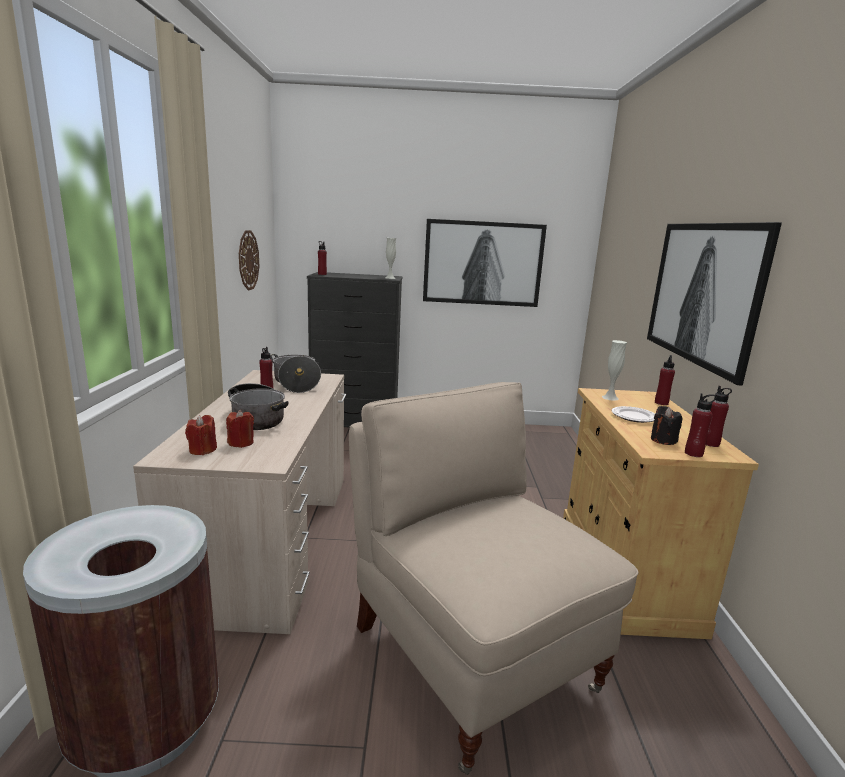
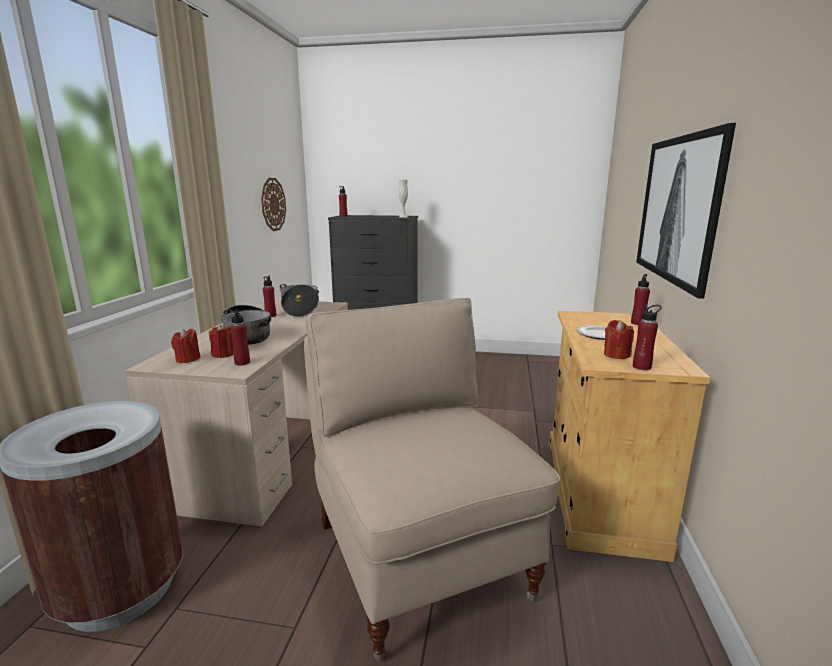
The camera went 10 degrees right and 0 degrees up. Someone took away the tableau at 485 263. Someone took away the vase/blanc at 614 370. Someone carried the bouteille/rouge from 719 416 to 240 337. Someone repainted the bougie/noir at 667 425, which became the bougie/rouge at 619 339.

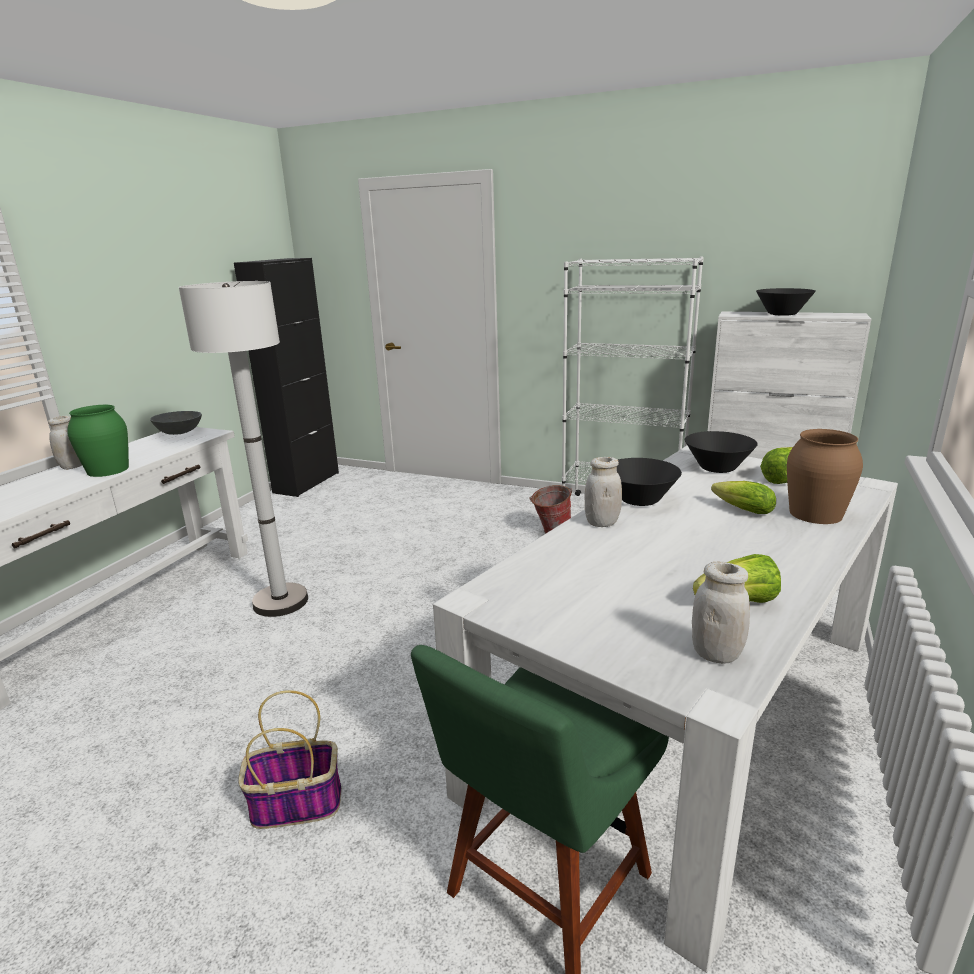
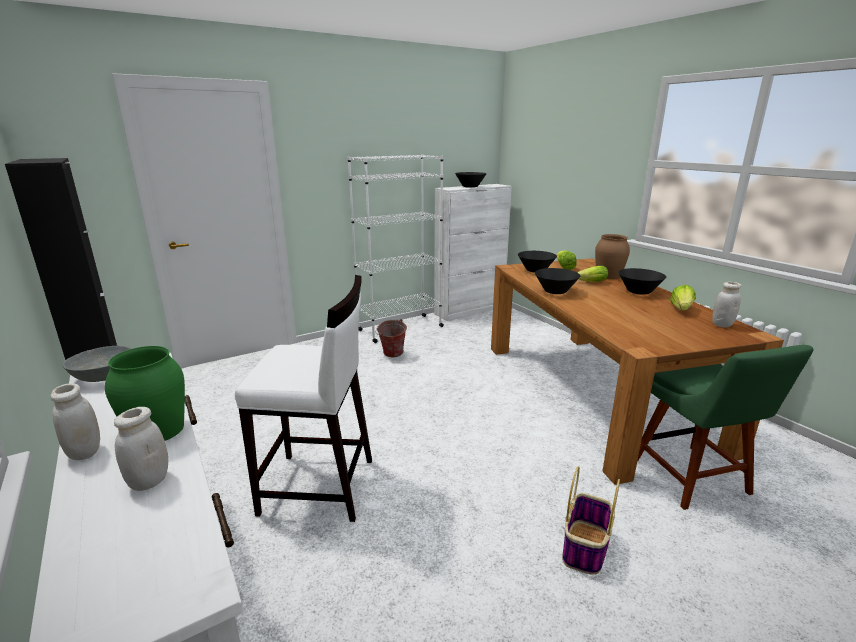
The camera went 55 degrees left and 0 degrees up. Someone put down the bol/noir at 642 281. Someone carried the bocal/blanc from 603 492 to 141 449. Someone swapped the lampadaire/blanc at 243 449 for the tabouret/blanc at 303 398. Someone repainted the table à manger/blanc at 665 709, which became the table à manger/marron at 637 371.

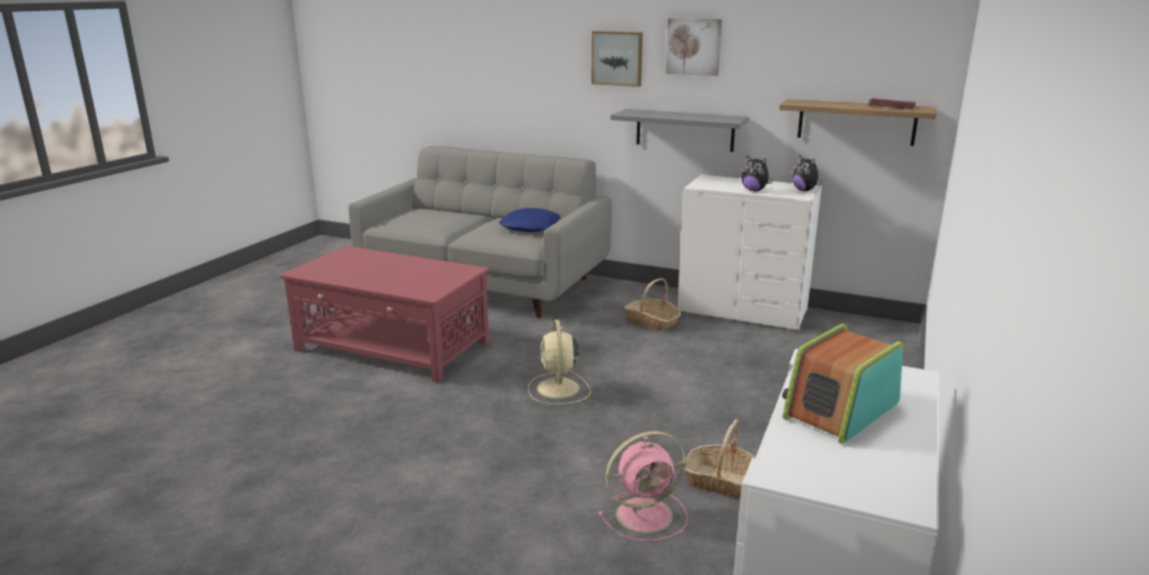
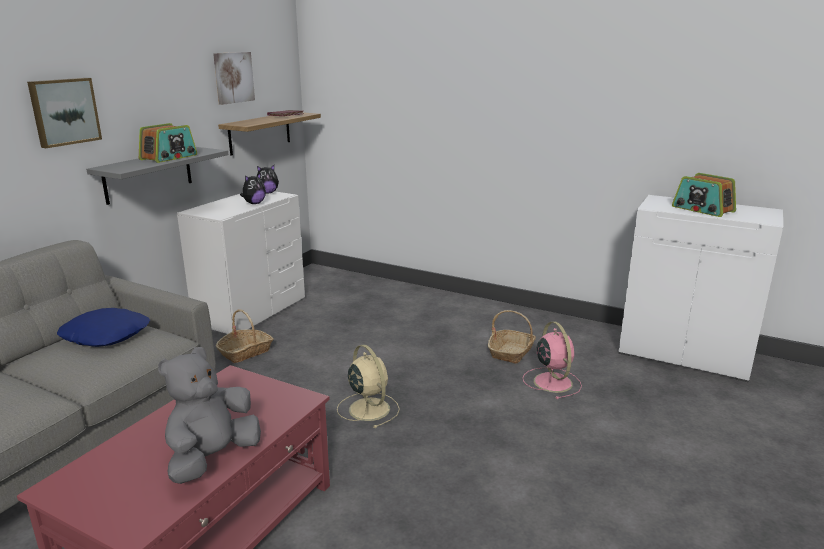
The camera went 85 degrees left and 0 degrees up. Someone put down the radio at 168 143. Someone put down the peluche/gris at 209 415. Someone carried the tableau from 694 47 to 234 78. Someone rotated the ventilateur/beige at 559 362 by 120 degrees counterclockwise.

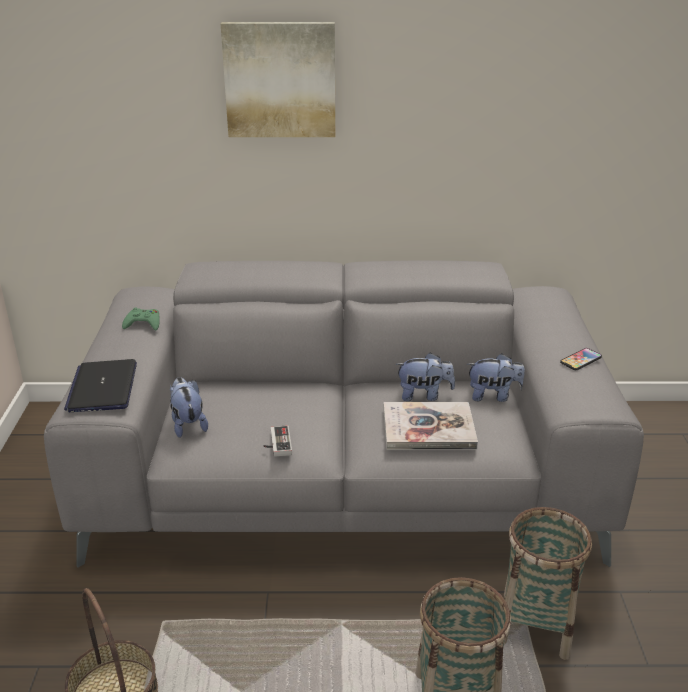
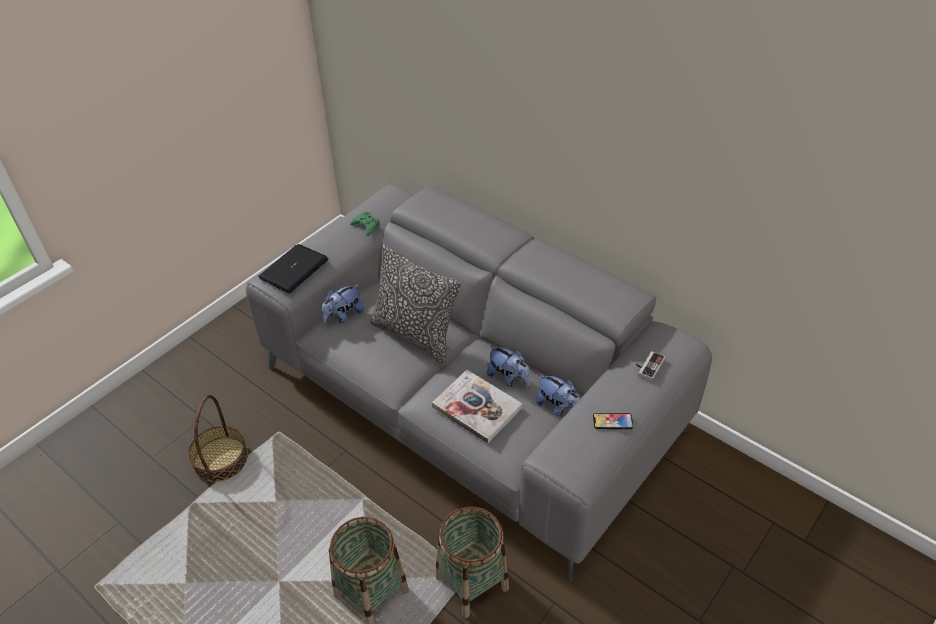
The camera went 40 degrees right and 15 degrees up. Someone took away the tableau at 278 79. Someone put down the coussin at 415 304. Someone carried the manette from 278 441 to 650 366. Someone rotated the peluche at 189 407 by 150 degrees counterclockwise.

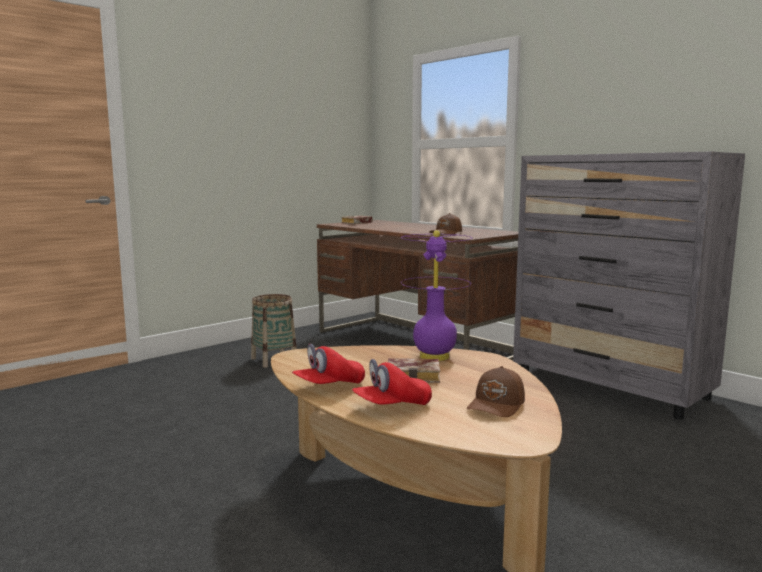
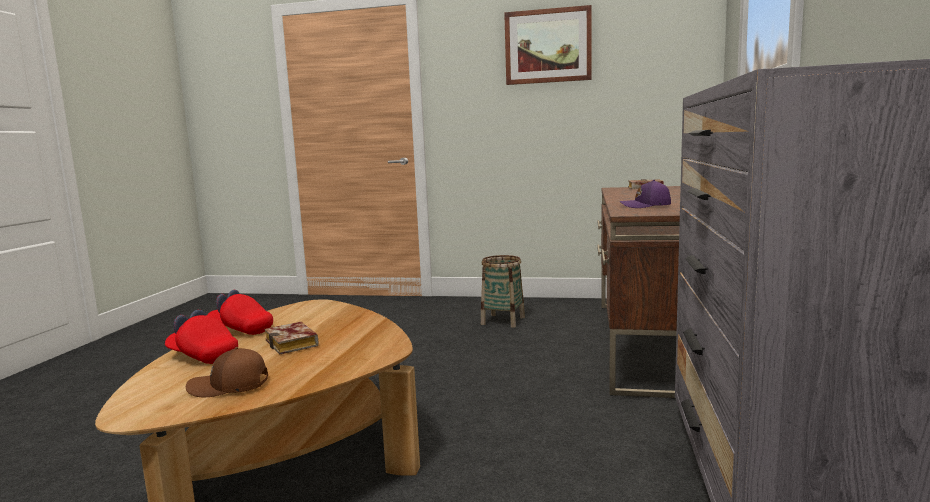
The camera went 55 degrees right and 0 degrees up. Someone took away the lampe de table/violet at 436 295. Someone put up the tableau at 548 45. Someone repainted the casquette/marron at 445 223, which became the casquette/violet at 645 194.

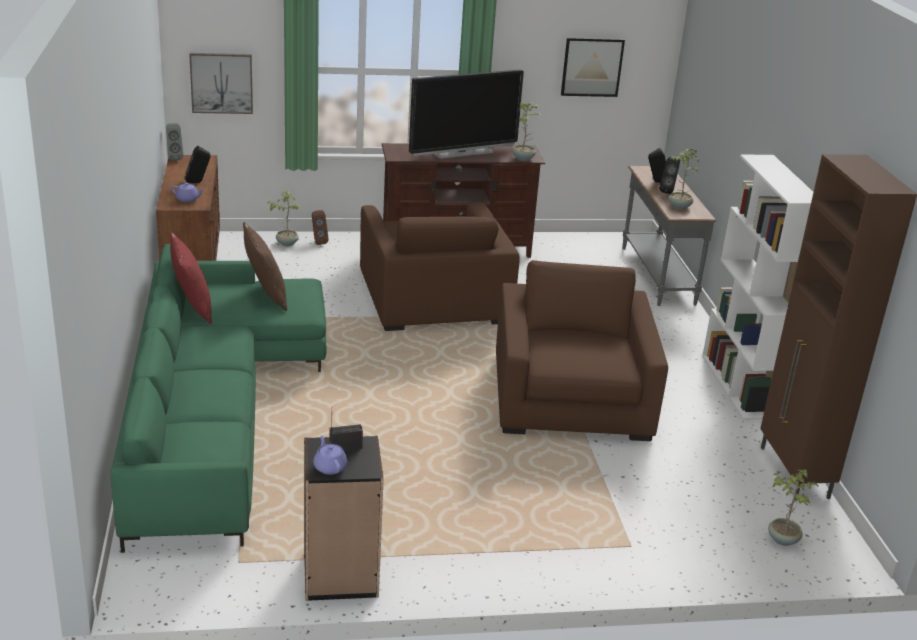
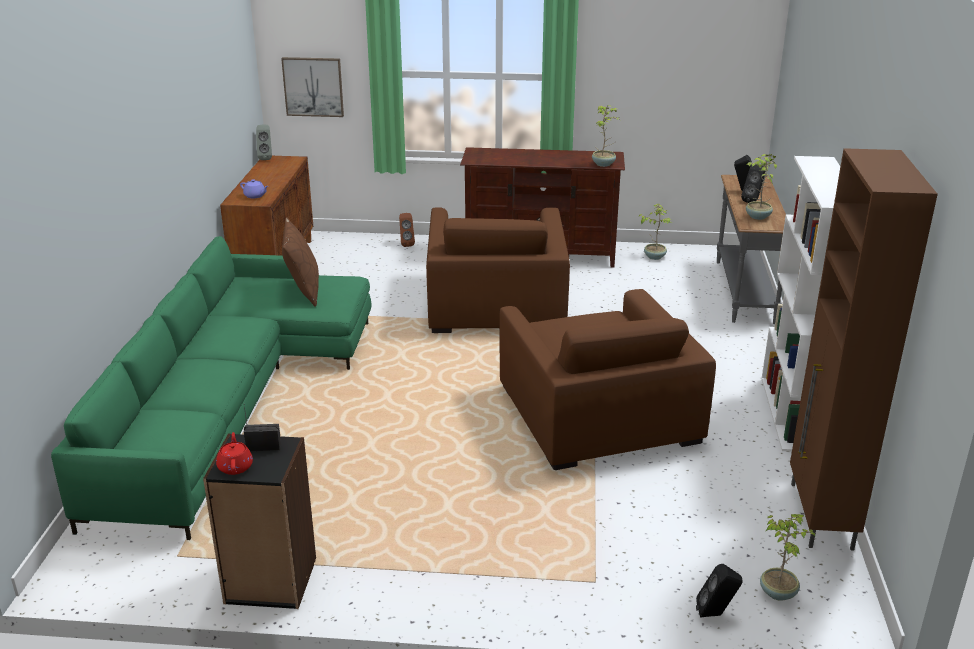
The camera went 15 degrees right and 0 degrees up. Someone took away the coussin/rouge at 191 278. Someone took away the téléviseur at 466 114. Someone took away the tableau at 593 67. Someone carried the enceinte/noir from 197 164 to 719 591. Someone carried the plante en pot from 283 218 to 655 232. Someone repainted the théière/violet at 330 455, which became the théière/rouge at 234 453. Someone rotated the fauteuil/marron at 582 350 by 150 degrees clockwise.

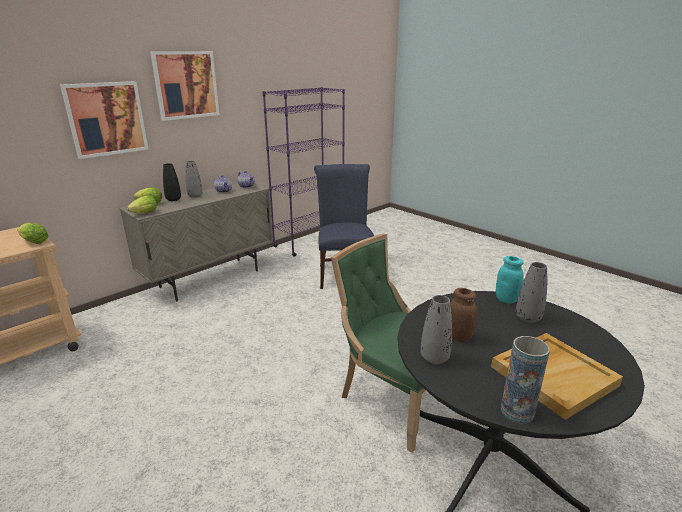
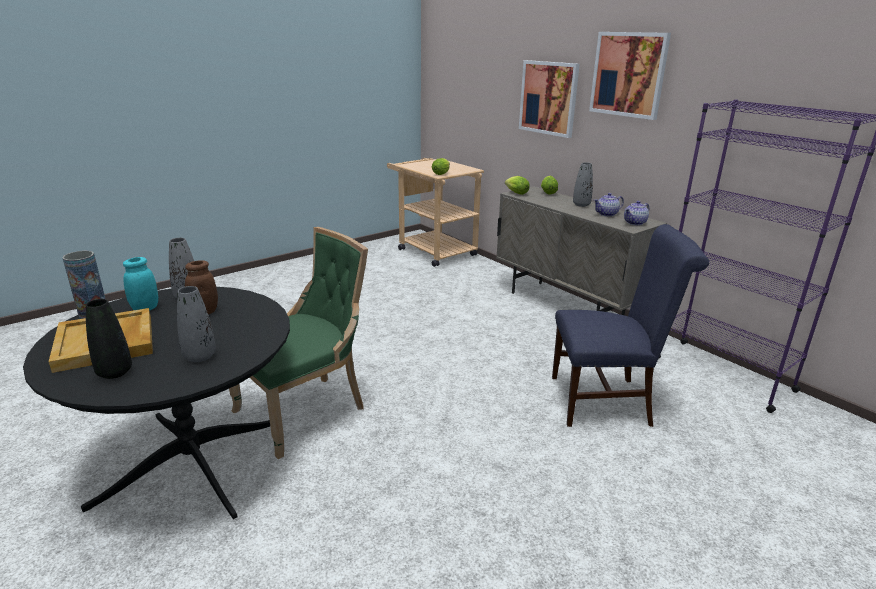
The camera went 95 degrees right and 0 degrees up. Someone carried the vase/noir from 172 182 to 109 339. Someone carried the bocal/turquoise from 510 279 to 140 283.

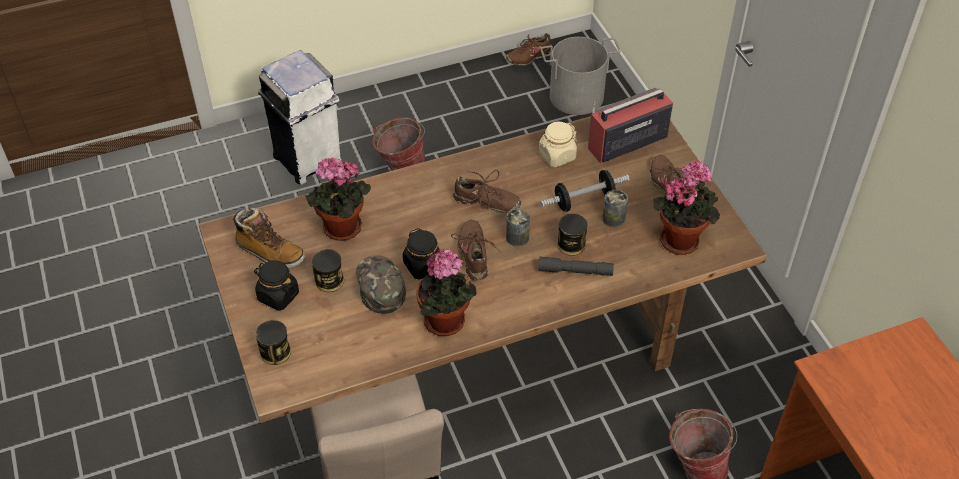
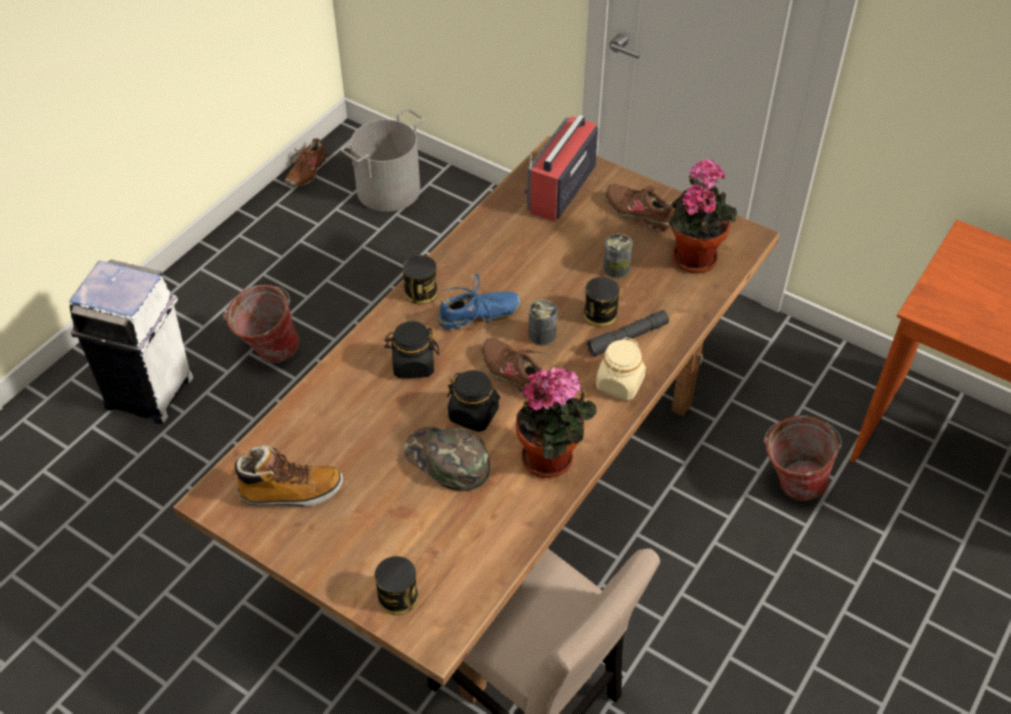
The camera went 35 degrees left and 0 degrees up. Someone took away the plante en pot at 338 199. Someone took away the haltère at 585 191. Someone carried the bocal/noir from 276 285 to 411 349. Someone carried the boîte métallique from 328 270 to 420 280. Someone carried the bocal/beige from 558 144 to 621 368. Someone repainted the chaussure/marron at 487 191, which became the chaussure/bleu at 479 302.

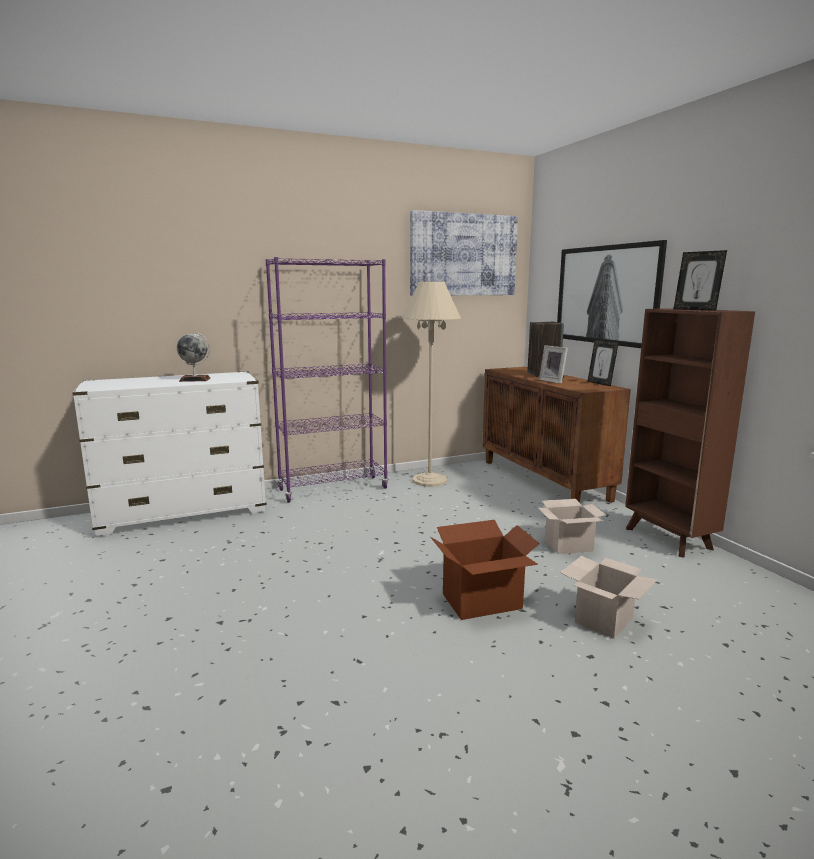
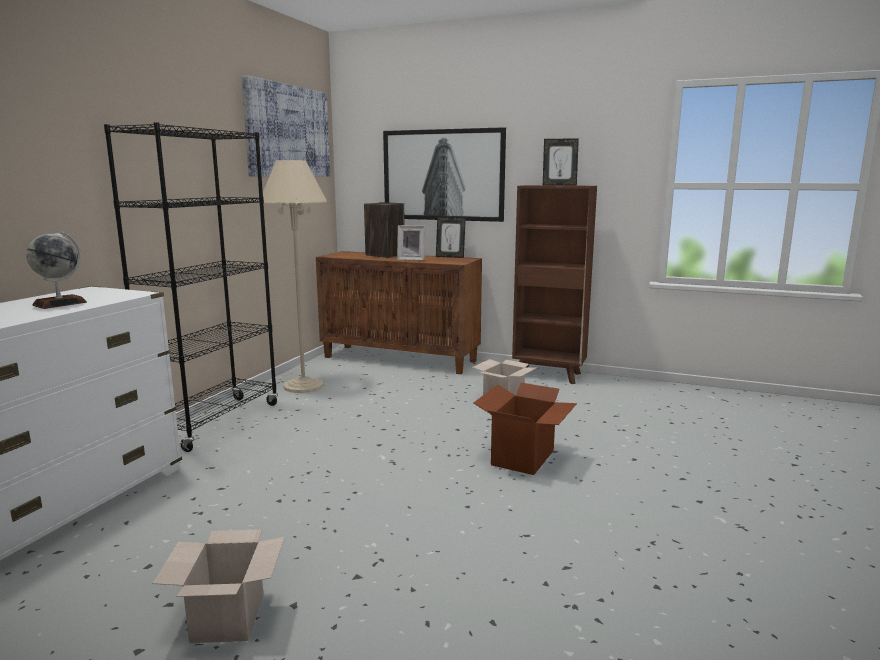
The camera went 45 degrees left and 0 degrees up. Someone carried the carton from 609 597 to 219 586. Someone repainted the bibliothèque/violet at 327 380, which became the bibliothèque/noir at 191 287.

